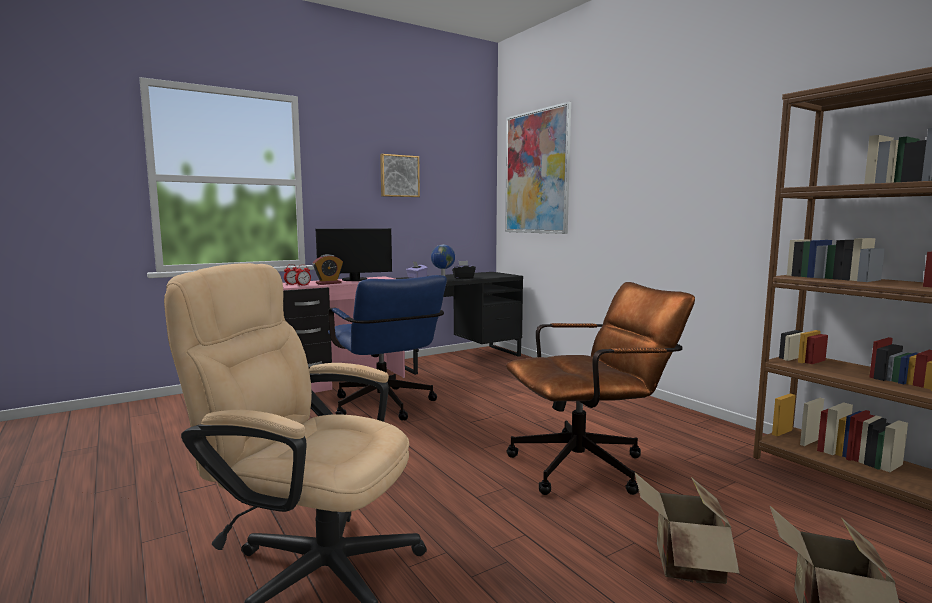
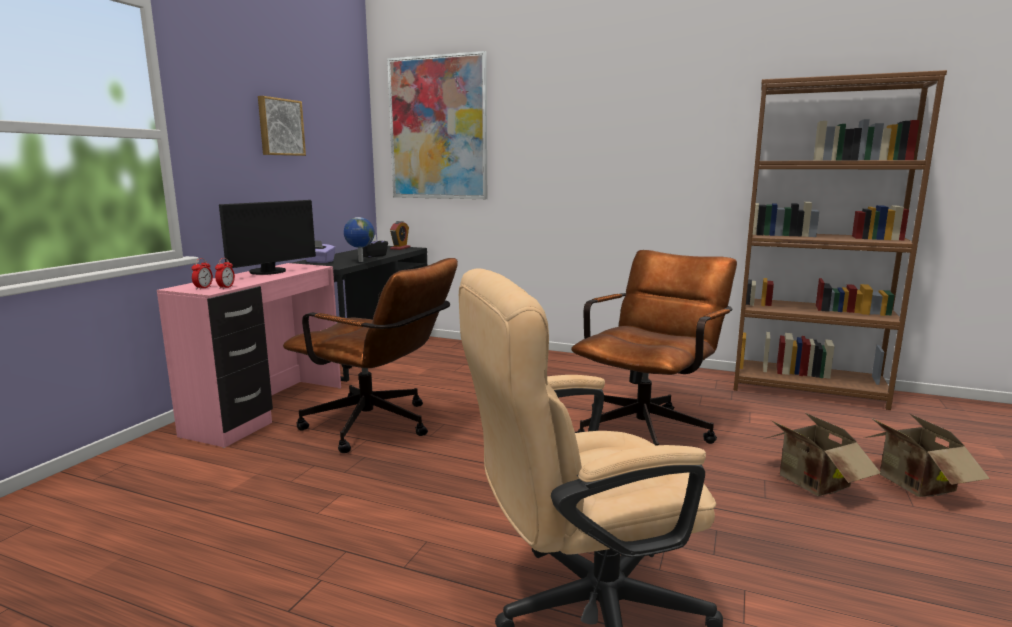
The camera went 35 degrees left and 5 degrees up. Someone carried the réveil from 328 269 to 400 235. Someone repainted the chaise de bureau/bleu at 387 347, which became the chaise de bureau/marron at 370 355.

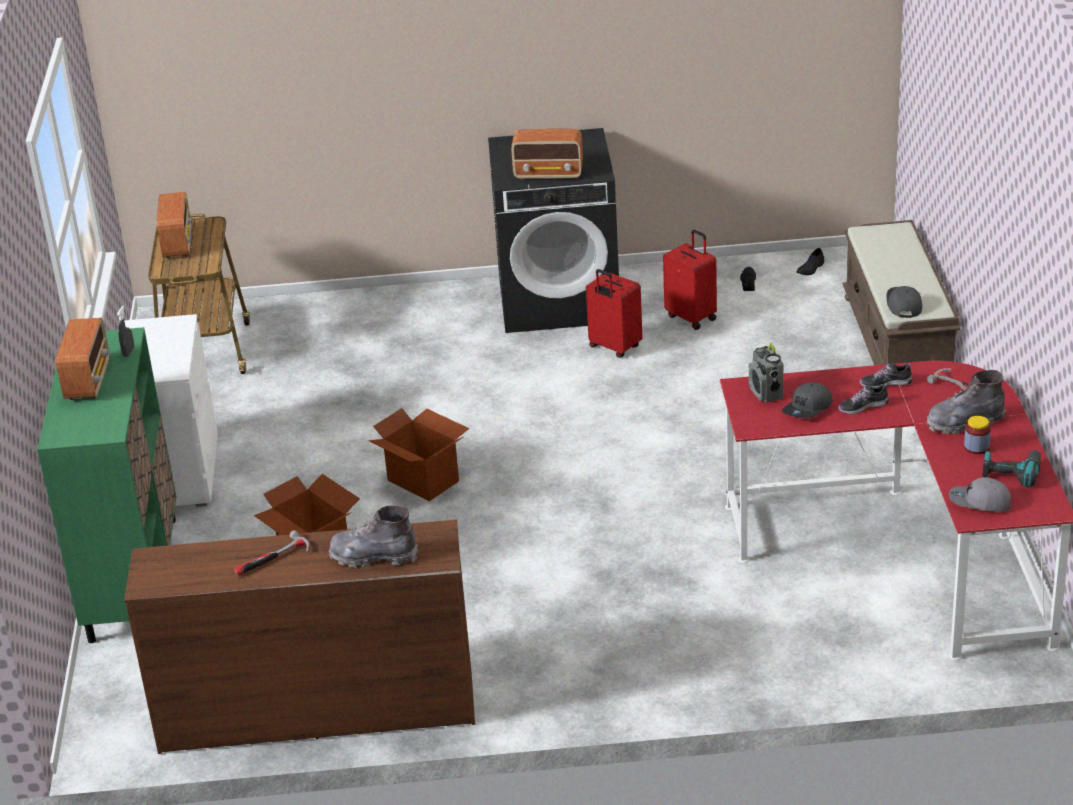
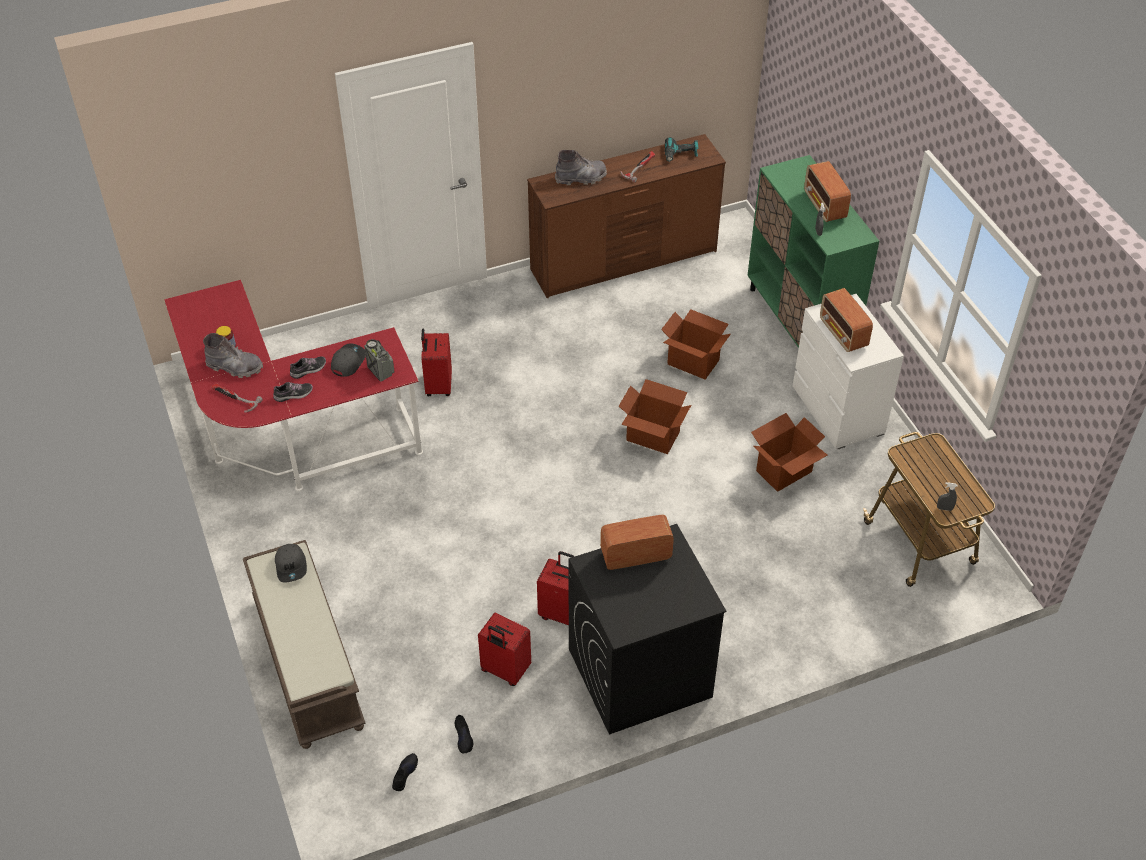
The camera went 160 degrees right and 15 degrees up. Someone took away the casquette/gris at 980 494. Someone put down the valise/rouge at 436 362. Someone put down the carton at 789 452. Someone put down the vaporisateur/gris at 947 496. Someone carried the radio from 175 225 to 846 320. Someone carried the perceuse from 1012 468 to 682 149. Someone rotated the botte/gris at 966 402 by 45 degrees clockwise.

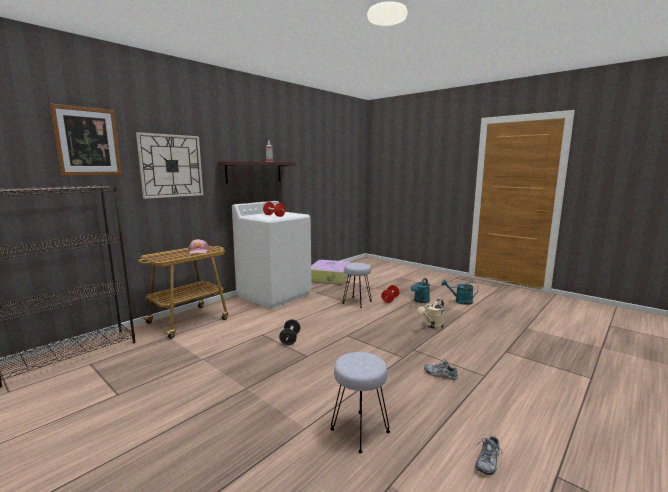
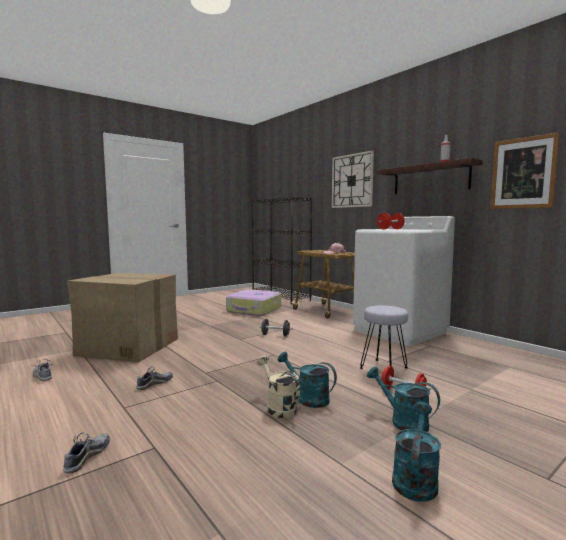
The camera went 100 degrees right and 5 degrees down. Someone put down the chaussure at 86 453. Someone put down the arrosoir/turquoise at 307 380. Someone carried the tableau from 86 140 to 525 170. Someone carried the valise from 331 272 to 253 302. Someone swapped the tabouret/gris at 360 402 for the carton at 122 317.

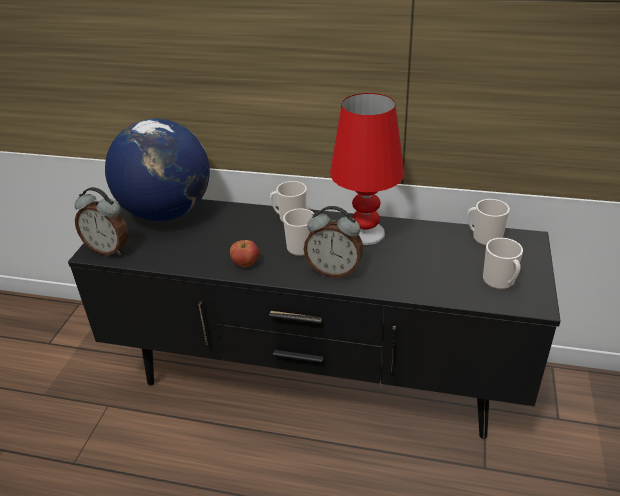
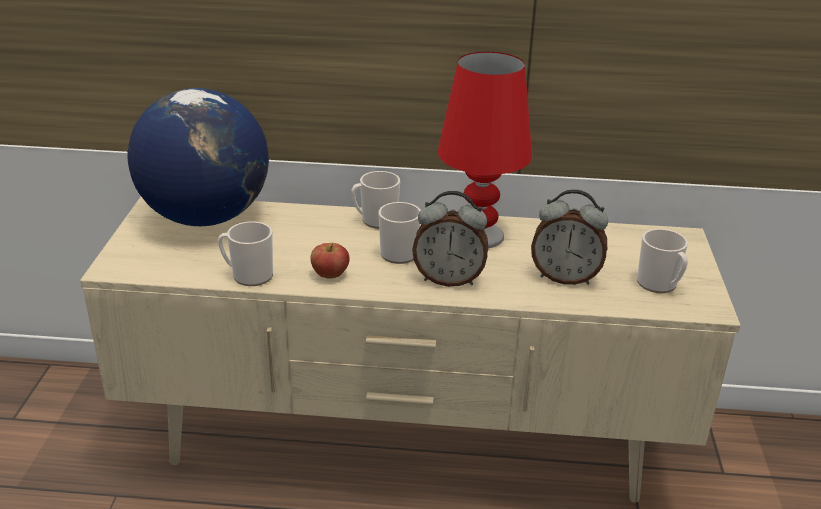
The camera went 10 degrees left and 5 degrees down. Someone carried the réveil from 101 221 to 569 237. Someone carried the mug from 488 222 to 245 253. Someone repainted the meuble télé/noir at 314 319, which became the meuble télé/beige at 410 350.

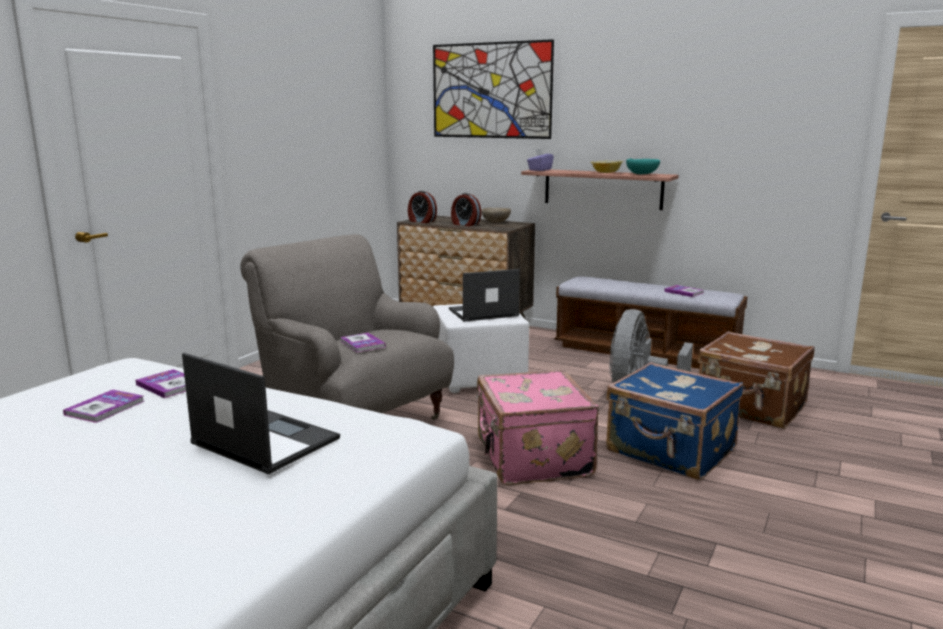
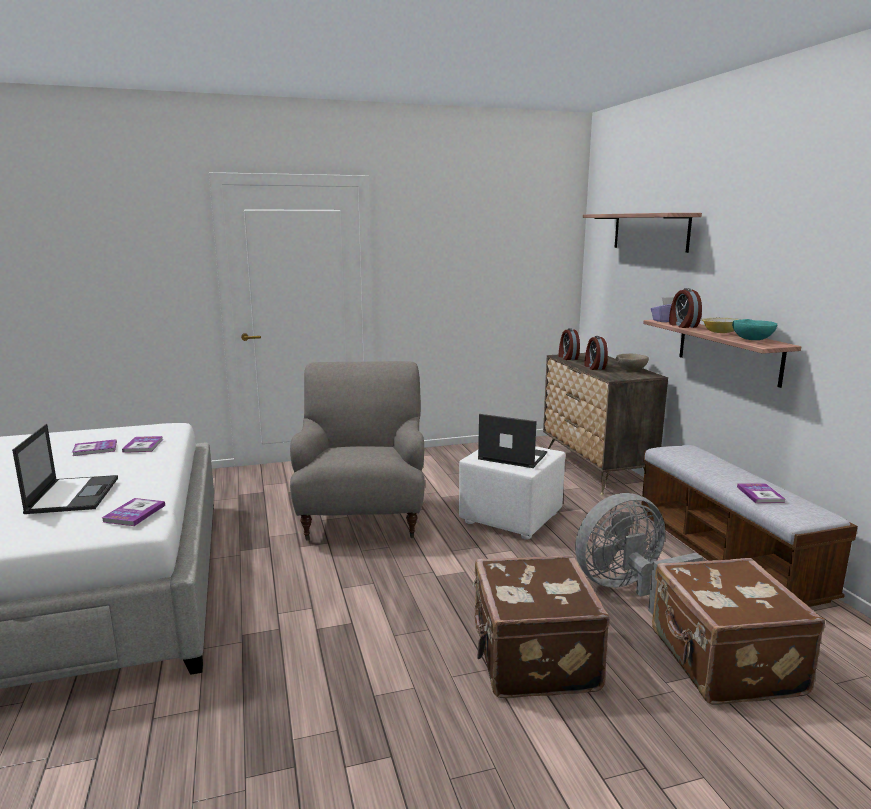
The camera went 45 degrees right and 0 degrees up. Someone took away the valise/rose at 537 427. Someone put down the réveil at 685 308. Someone carried the livre from 363 342 to 133 512. Someone swapped the tableau at 493 89 for the étagère at 642 233. Someone repainted the valise/bleu at 674 421, which became the valise/marron at 541 626.

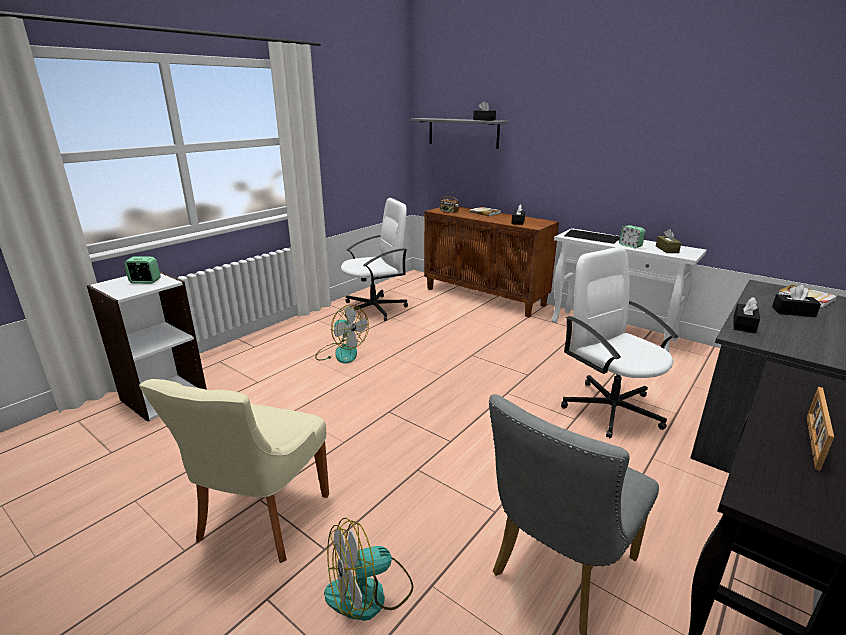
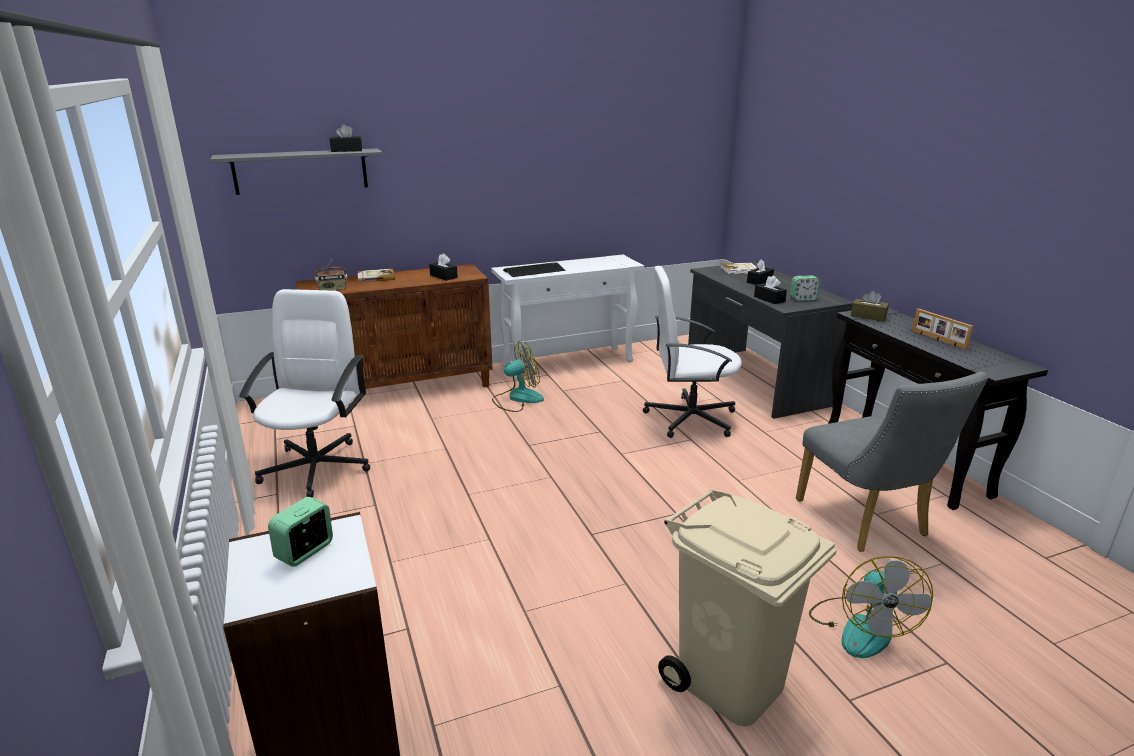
The camera went 60 degrees left and 0 degrees up. Someone carried the ventilateur from 342 334 to 518 376. Someone carried the réveil from 632 236 to 805 288. Someone carried the boîte à mouchoirs/marron from 668 241 to 870 306. Someone swapped the chaise/beige at 234 471 for the poubelle/beige at 747 608.

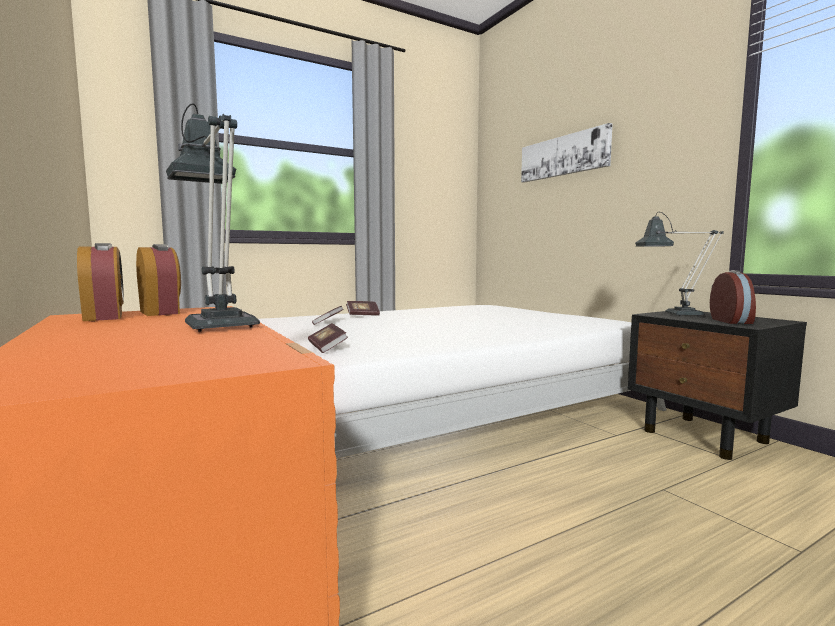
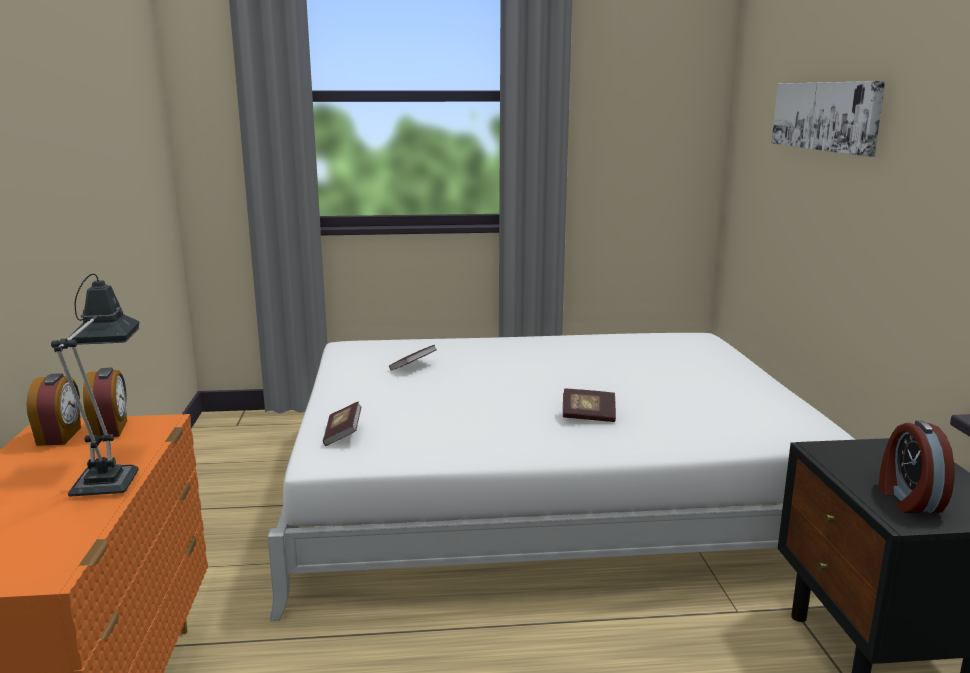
The camera went 25 degrees right and 10 degrees up. Someone took away the lampe de table at 679 264. Someone carried the livre from 363 308 to 589 405. Someone rotated the réveil at 733 297 by 150 degrees clockwise.

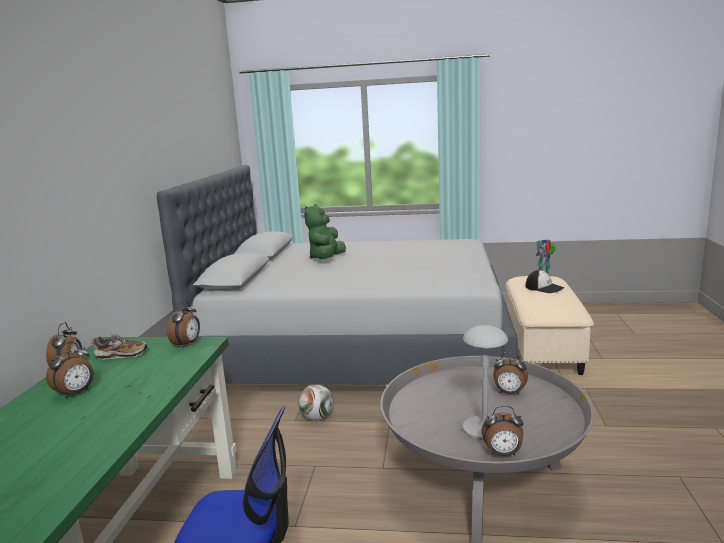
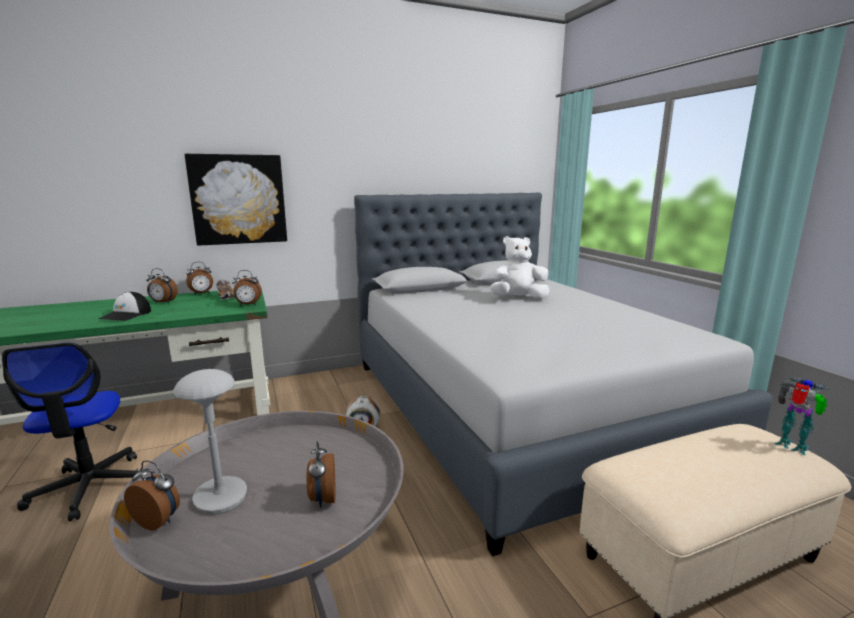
The camera went 60 degrees right and 0 degrees up. Someone put up the tableau at 236 200. Someone carried the casquette from 545 281 to 125 306. Someone repainted the peluche/vert at 325 231, which became the peluche/blanc at 520 267. Someone rotated the réveil at 502 431 by 135 degrees clockwise.

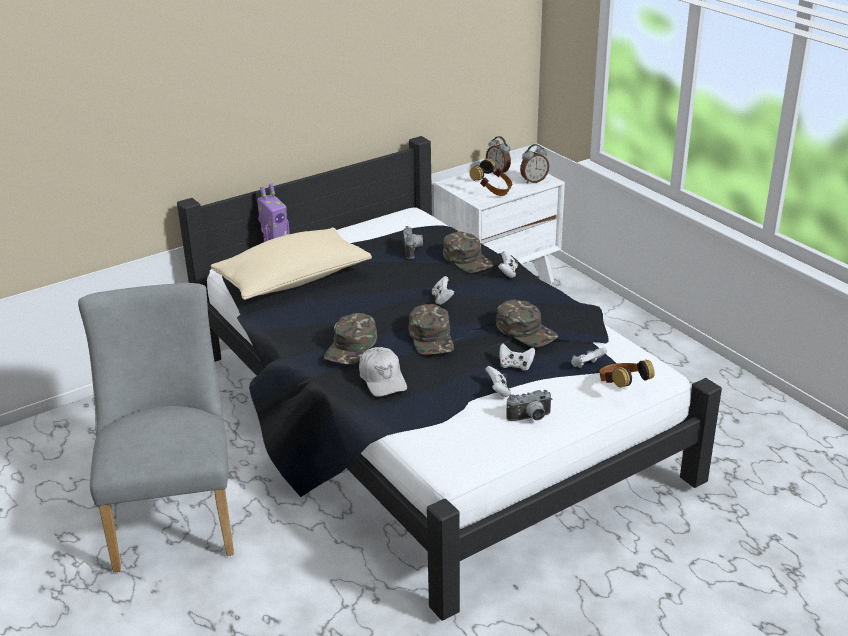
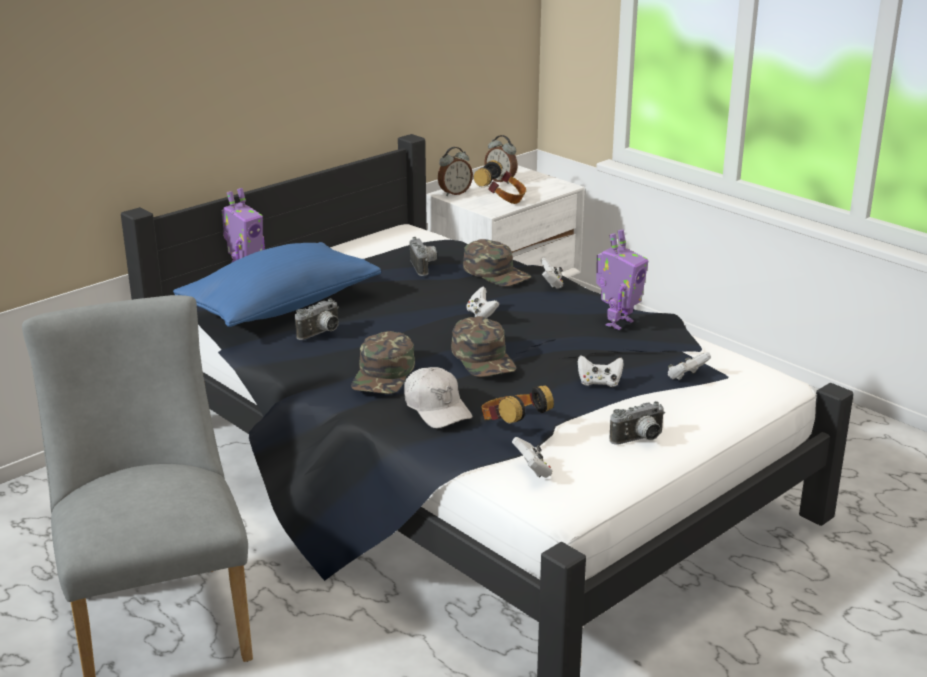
The camera went 10 degrees left and 5 degrees down. Someone took away the casquette/vert at 527 323. Someone put down the appareil photo at 317 319. Someone put down the robot jouet at 622 280. Someone carried the manette/blanc from 498 381 to 532 457. Someone carried the réveil from 534 163 to 455 171. Someone carried the casque audio from 627 373 to 517 404. Someone repainted the coussin/beige at 291 264, which became the coussin/bleu at 277 284.

